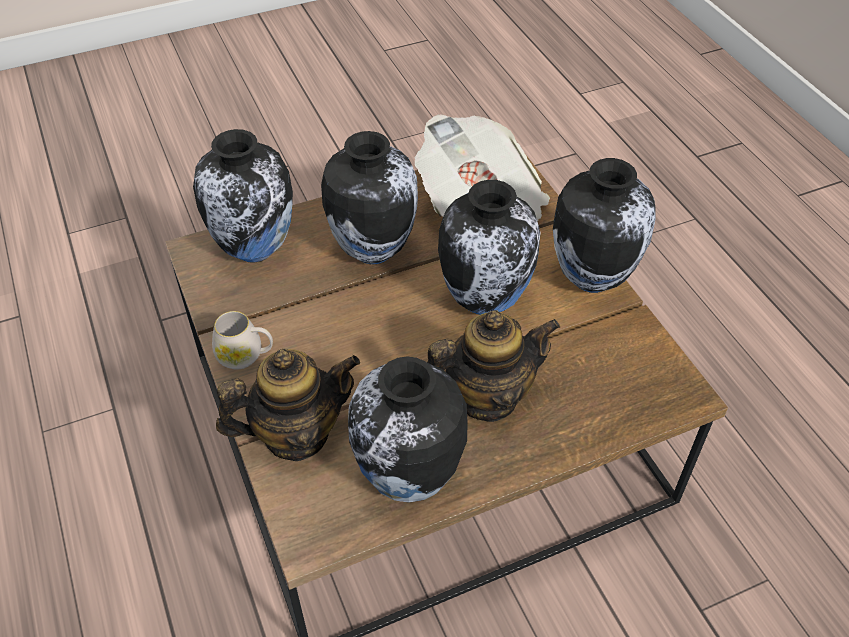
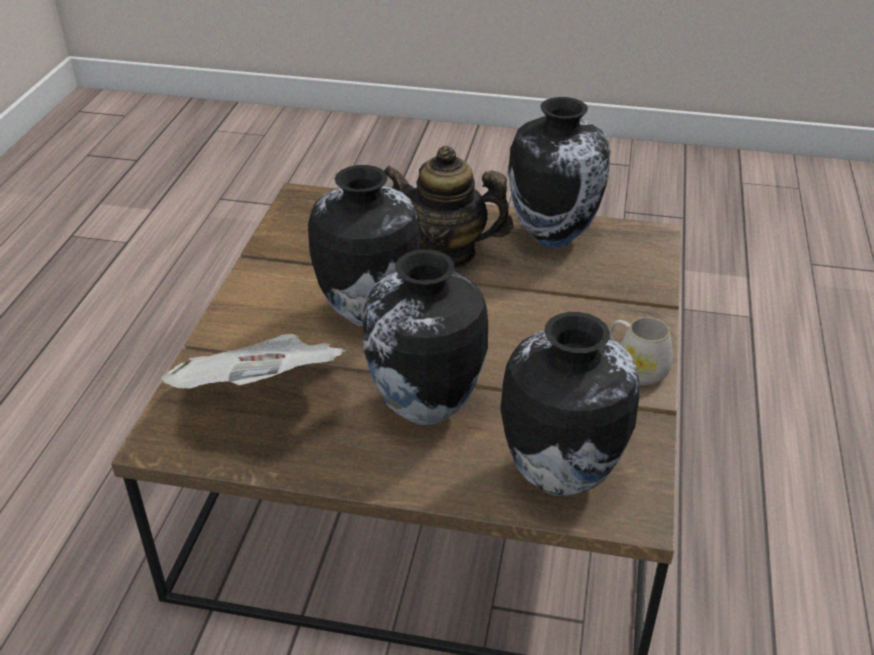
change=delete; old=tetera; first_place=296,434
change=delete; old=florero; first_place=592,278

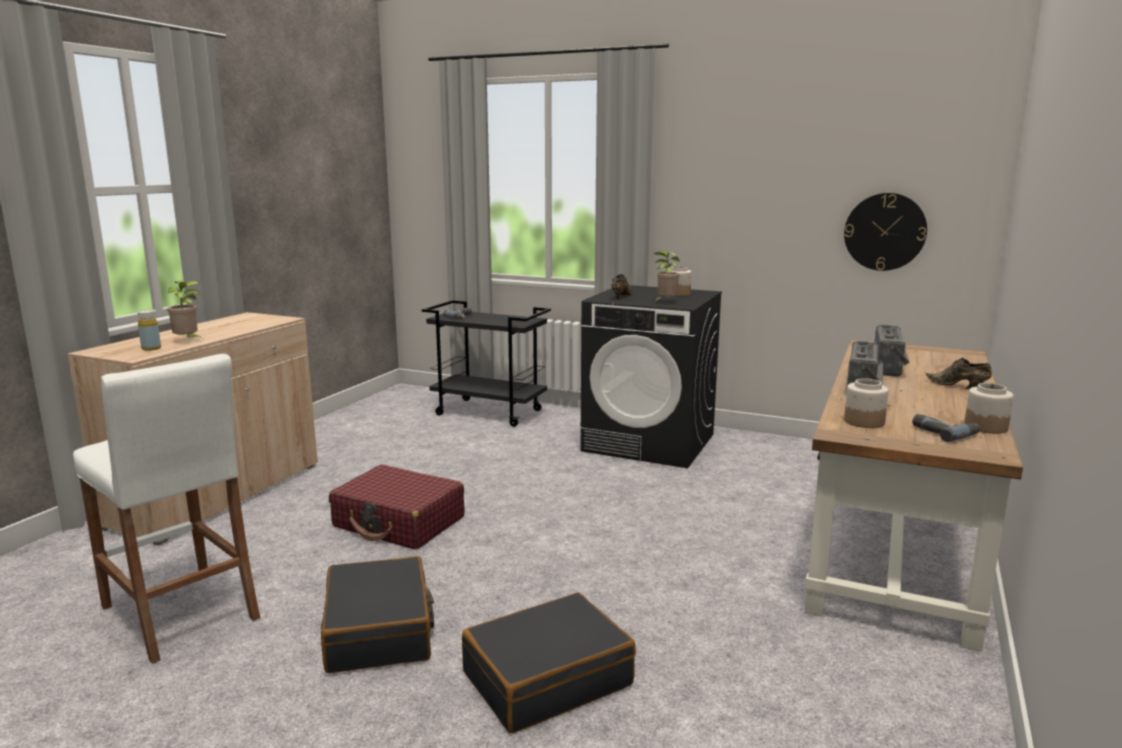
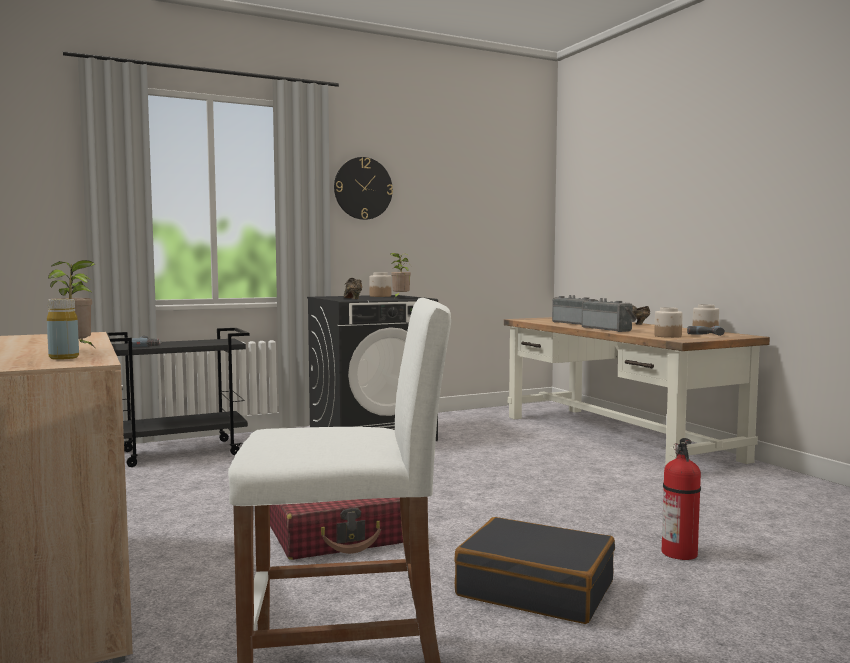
change=replace; old=maleta/negro; new=extintor; first_place=547,678; second_place=680,553
change=move; old=reloj de pared; first_place=884,232; second_place=363,188

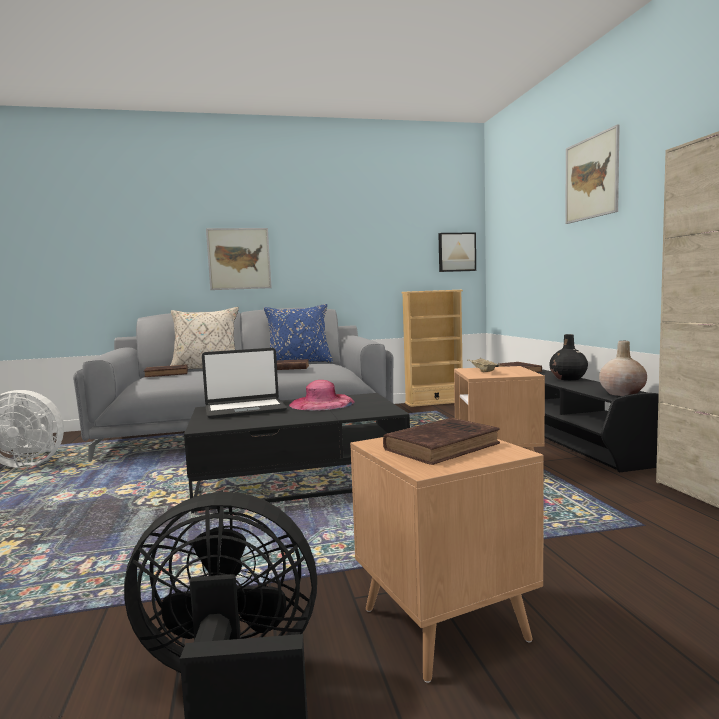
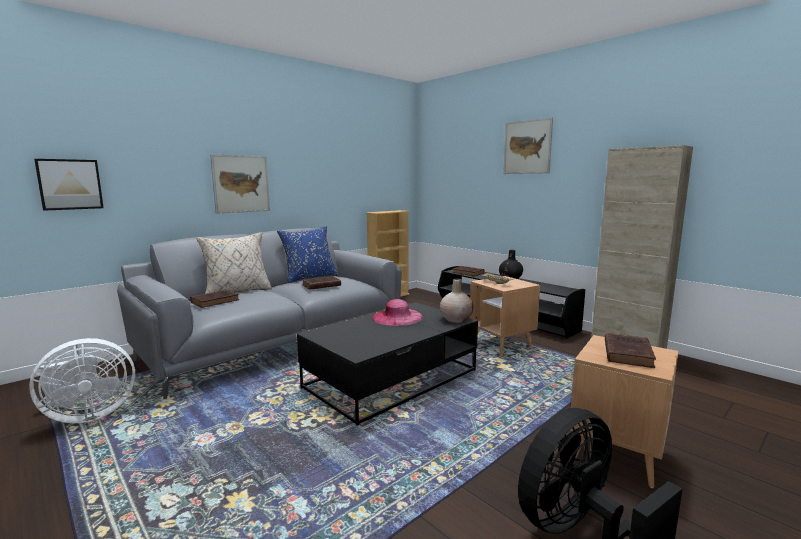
change=delete; old=portátil; first_place=245,409
change=move; old=cuadro; first_place=456,252; second_place=70,184
change=move; old=florero/beis; first_place=622,393; second_place=456,319

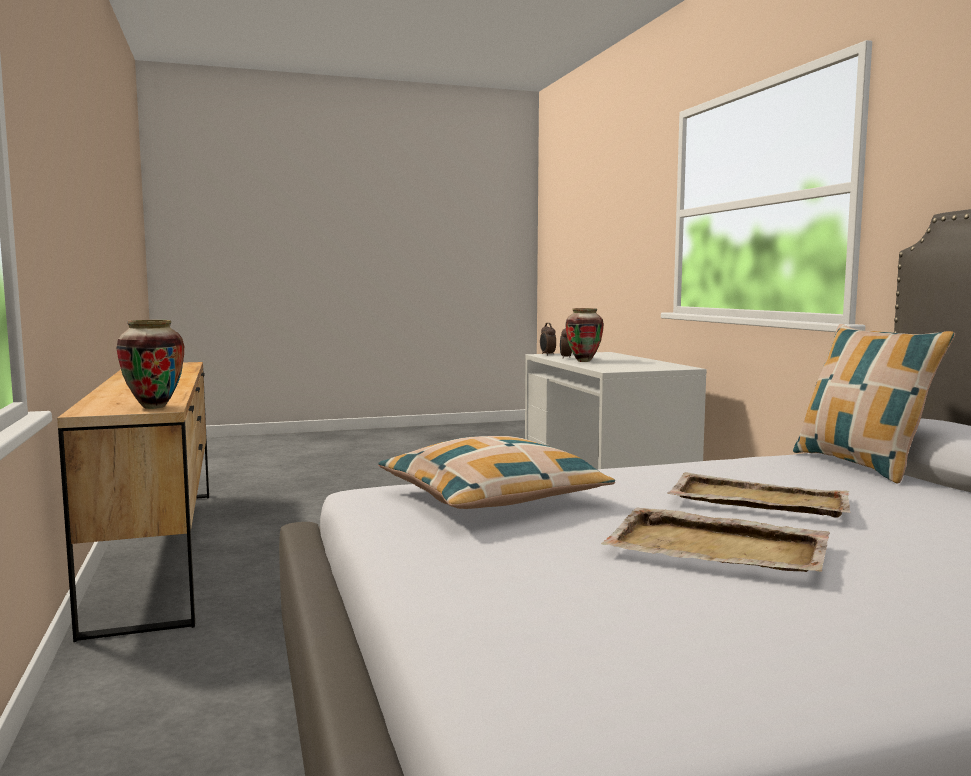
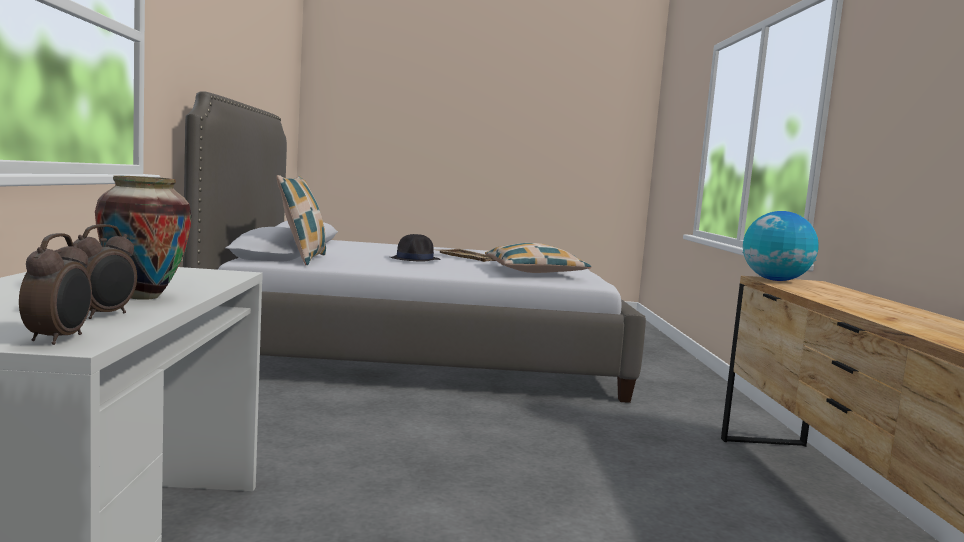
change=replace; old=florero; new=globo terráqueo; first_place=154,407; second_place=775,280
change=replace; old=bandeja/beis; new=sombrero/negro; first_place=757,500; second_place=415,259

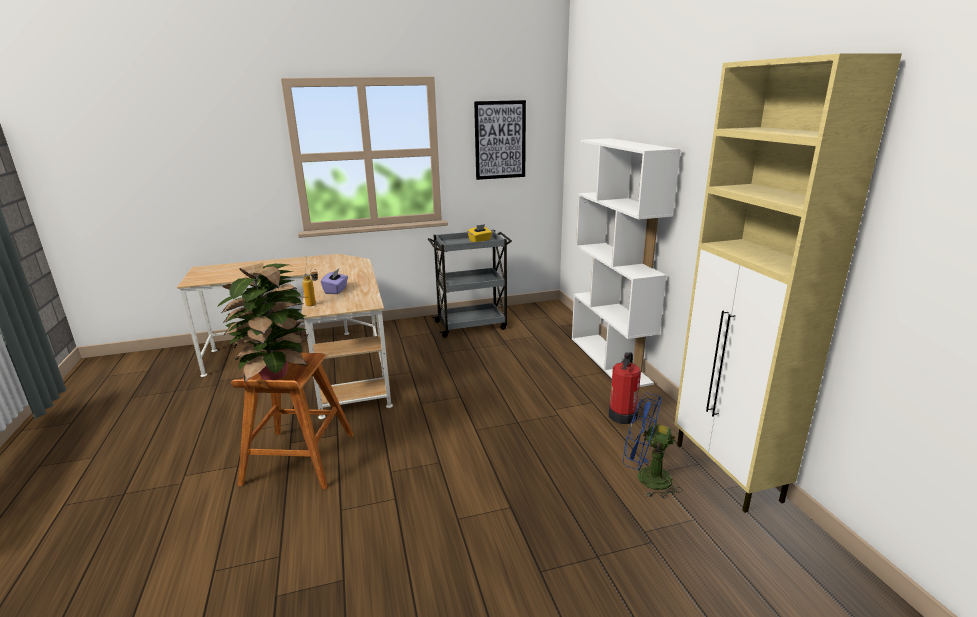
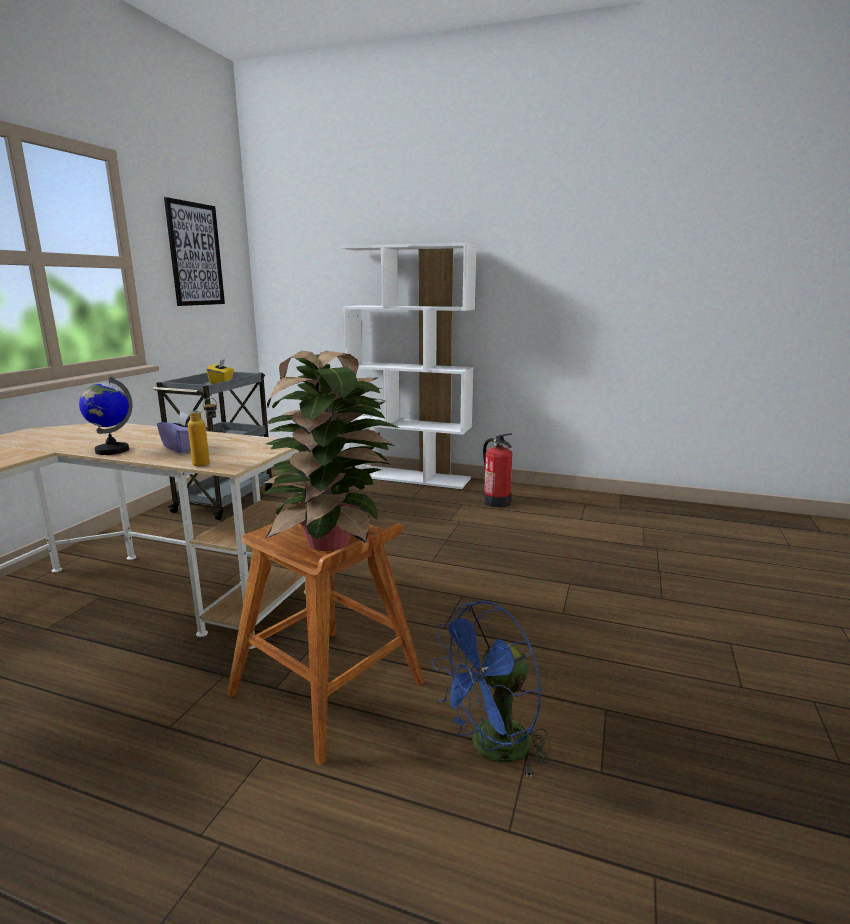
change=move; old=ventilador/azul; first_place=645,478; second_place=491,749
change=delete; old=armario/beis; first_place=727,473
change=insert; new=globo terráqueo; second_place=112,450

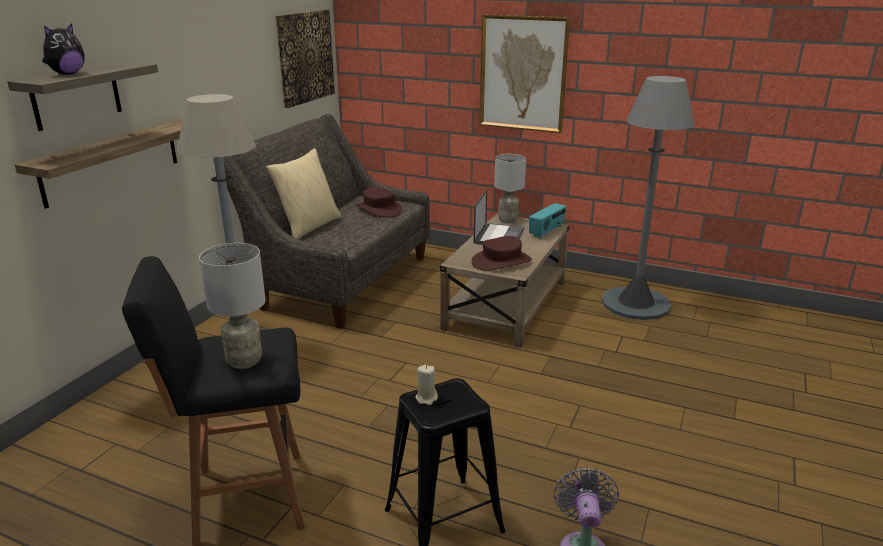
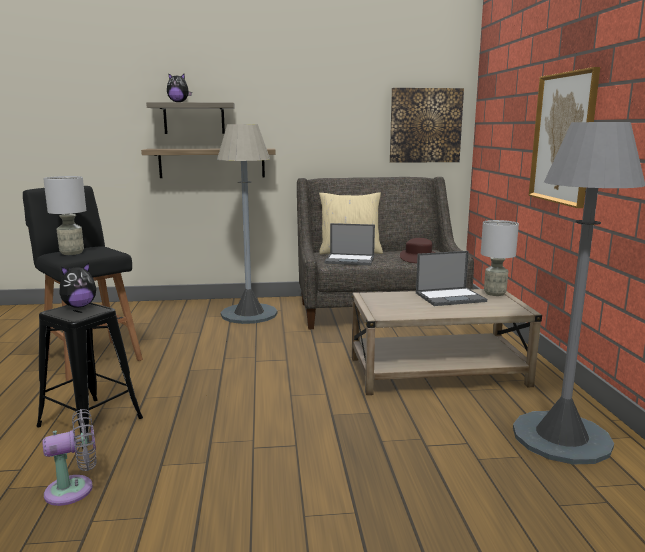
change=replace; old=vela/beis; new=peluche; first_place=426,398; second_place=79,306
change=delete; old=sombrero/marrón; first_place=501,261
change=delete; old=radio; first_place=547,231
change=insert; new=portátil; second_place=350,260

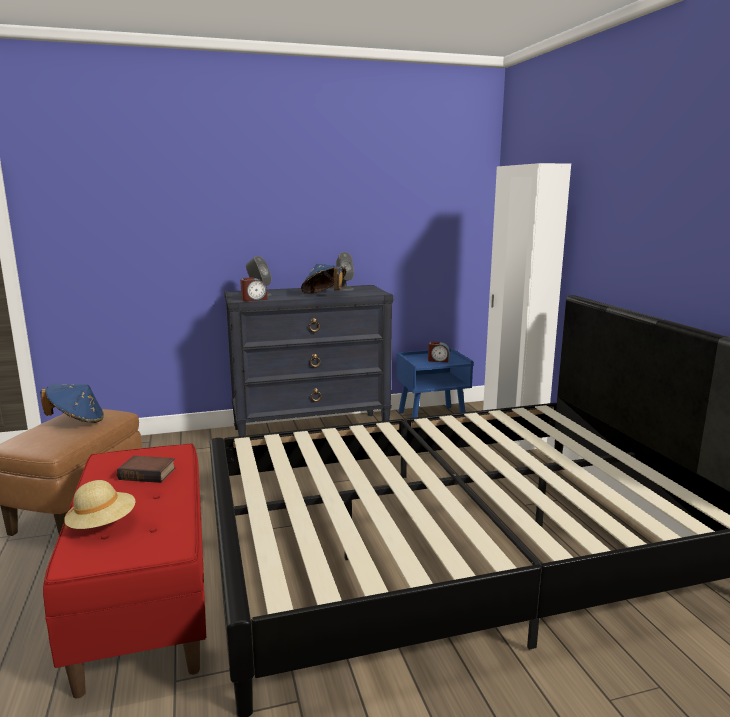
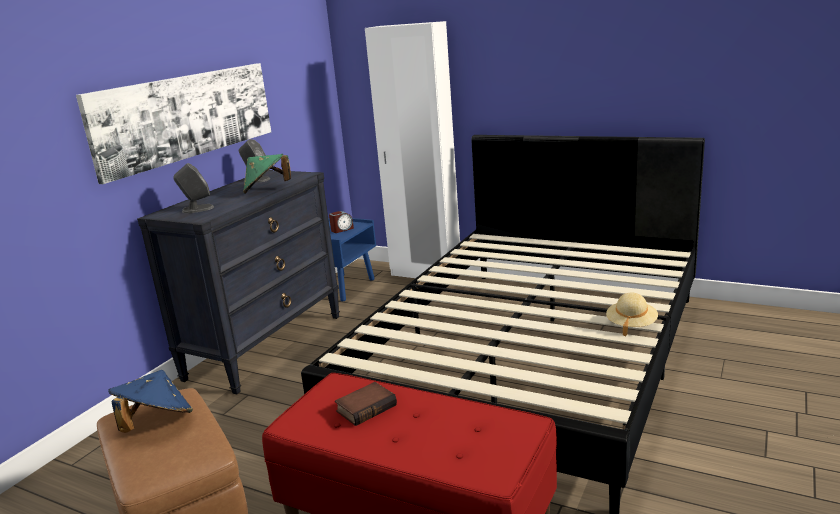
change=move; old=sombrero/beis; first_place=102,525; second_place=631,325
change=delete; old=despertador; first_place=254,299
change=recolor; old=sombrero/azul; new=sombrero/verde; first_place=324,295; second_place=266,190
change=insert; new=cuadro; second_place=186,116

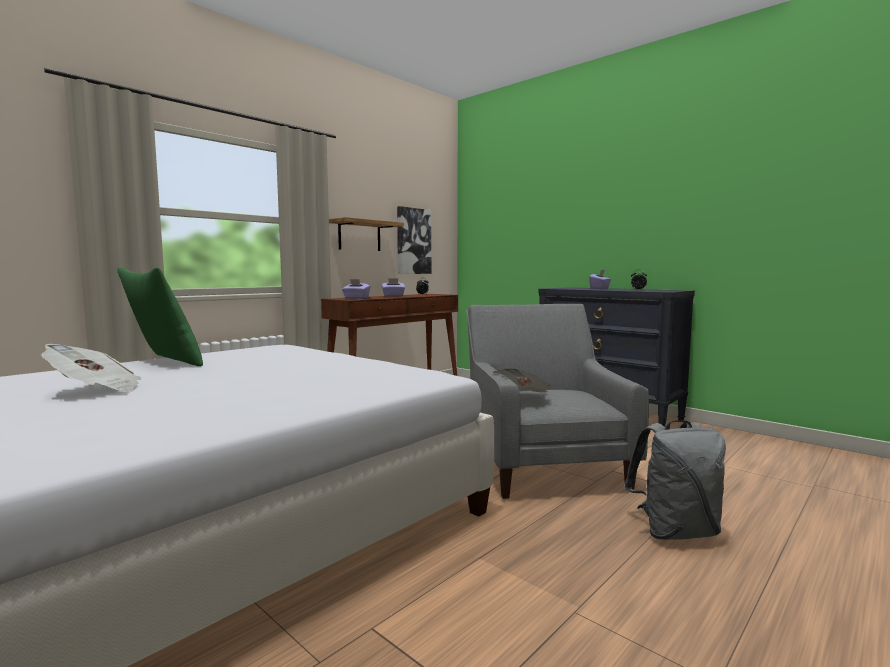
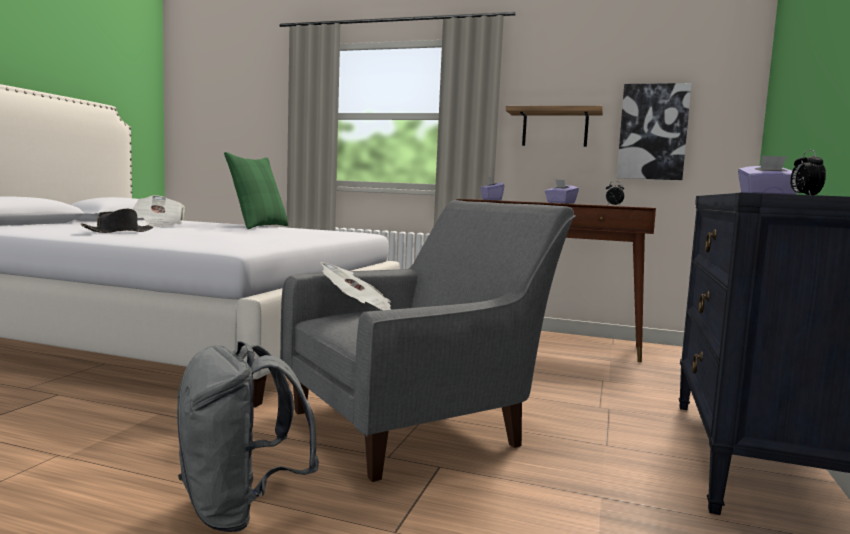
change=insert; new=sombrero/negro; second_place=119,232

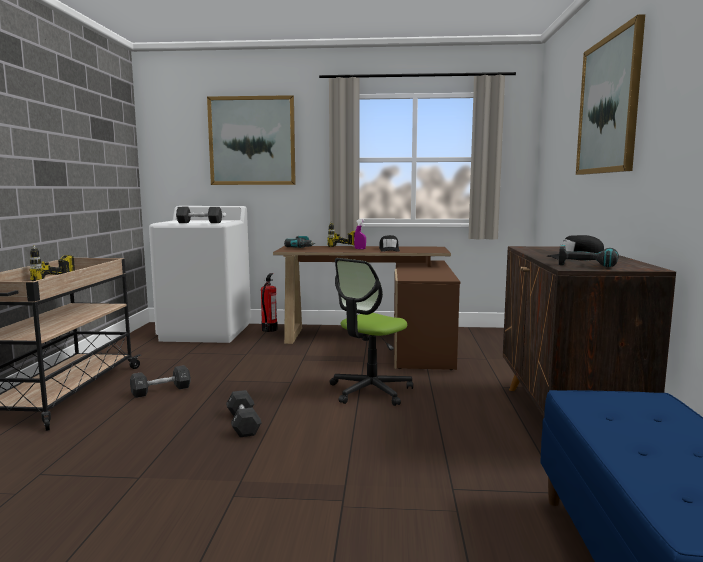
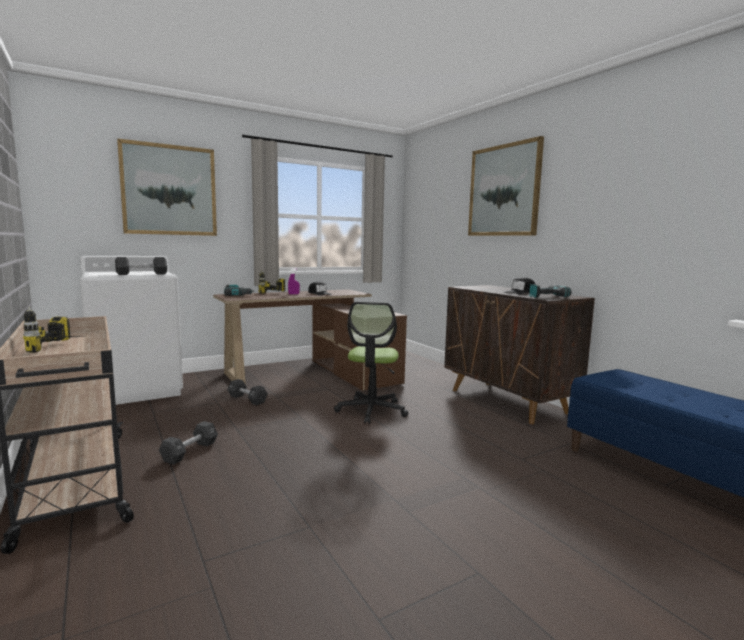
change=move; old=mancuerna/negro; first_place=243,424; second_place=247,399
change=delete; old=extintor; first_place=269,329

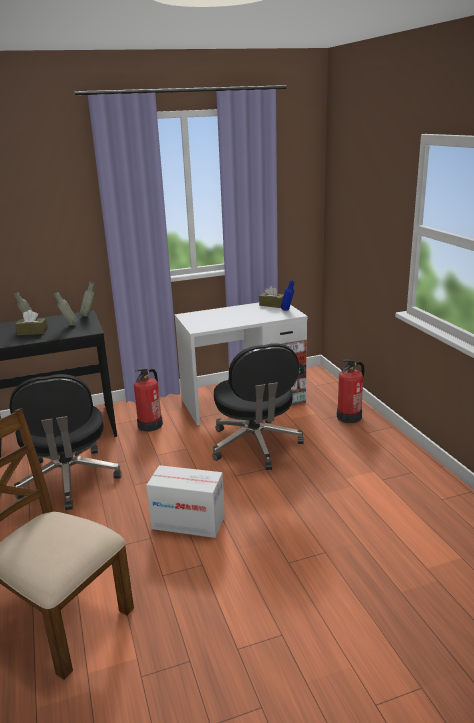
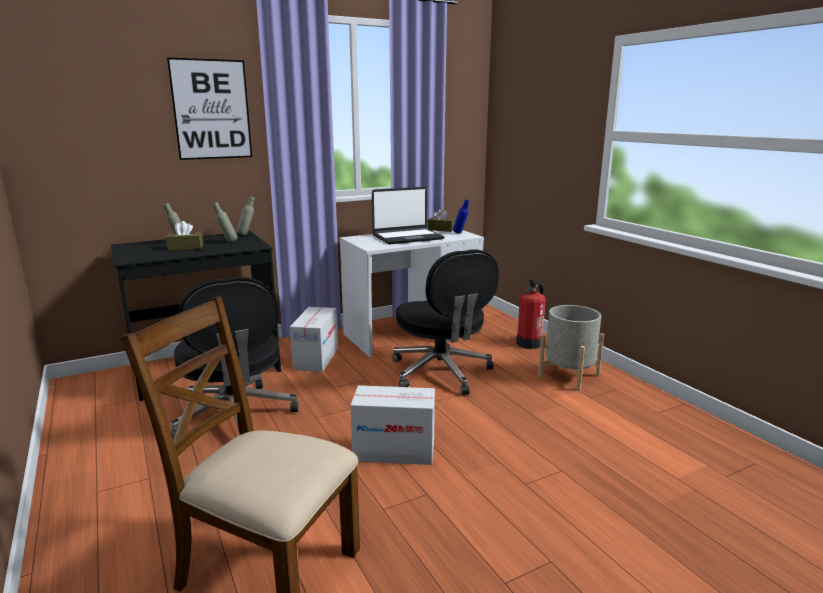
change=replace; old=extintor; new=caja de cartón; first_place=150,424; second_place=316,359
change=insert; new=cuadro; second_place=211,110
change=insert; new=portátil; second_place=407,237
change=insert; new=maceta/gris; second_place=568,376

